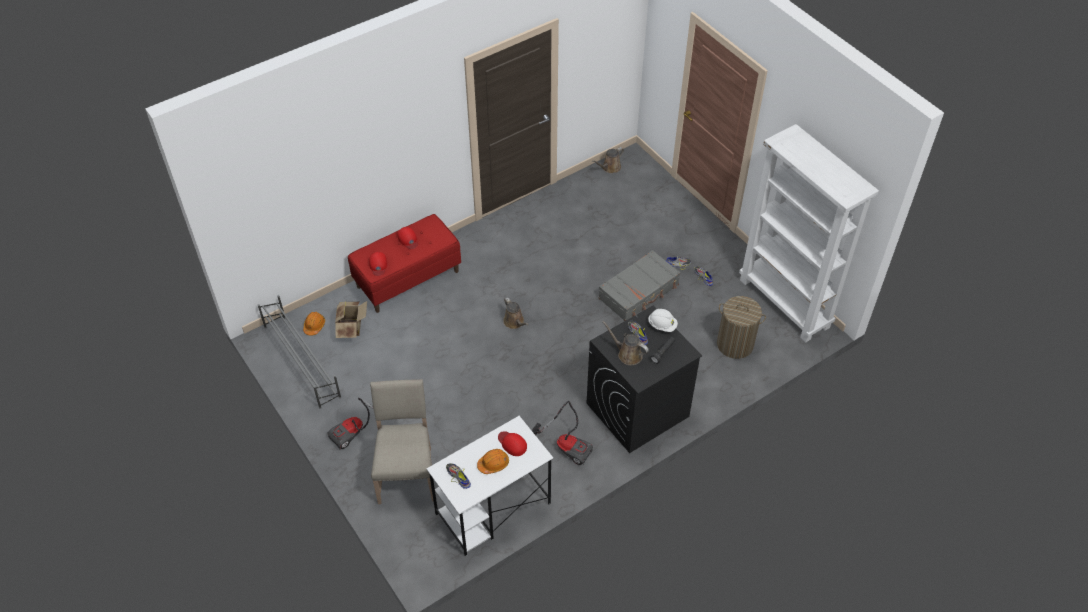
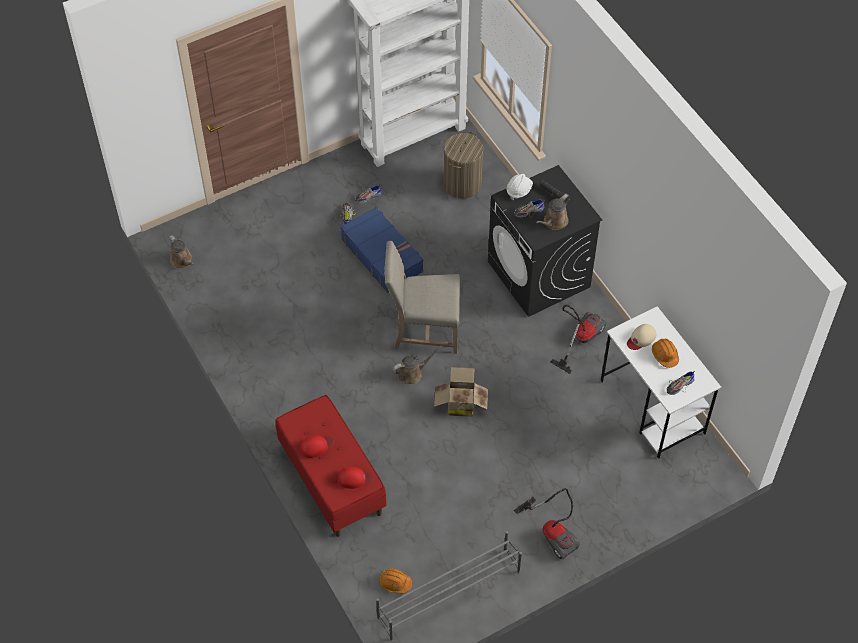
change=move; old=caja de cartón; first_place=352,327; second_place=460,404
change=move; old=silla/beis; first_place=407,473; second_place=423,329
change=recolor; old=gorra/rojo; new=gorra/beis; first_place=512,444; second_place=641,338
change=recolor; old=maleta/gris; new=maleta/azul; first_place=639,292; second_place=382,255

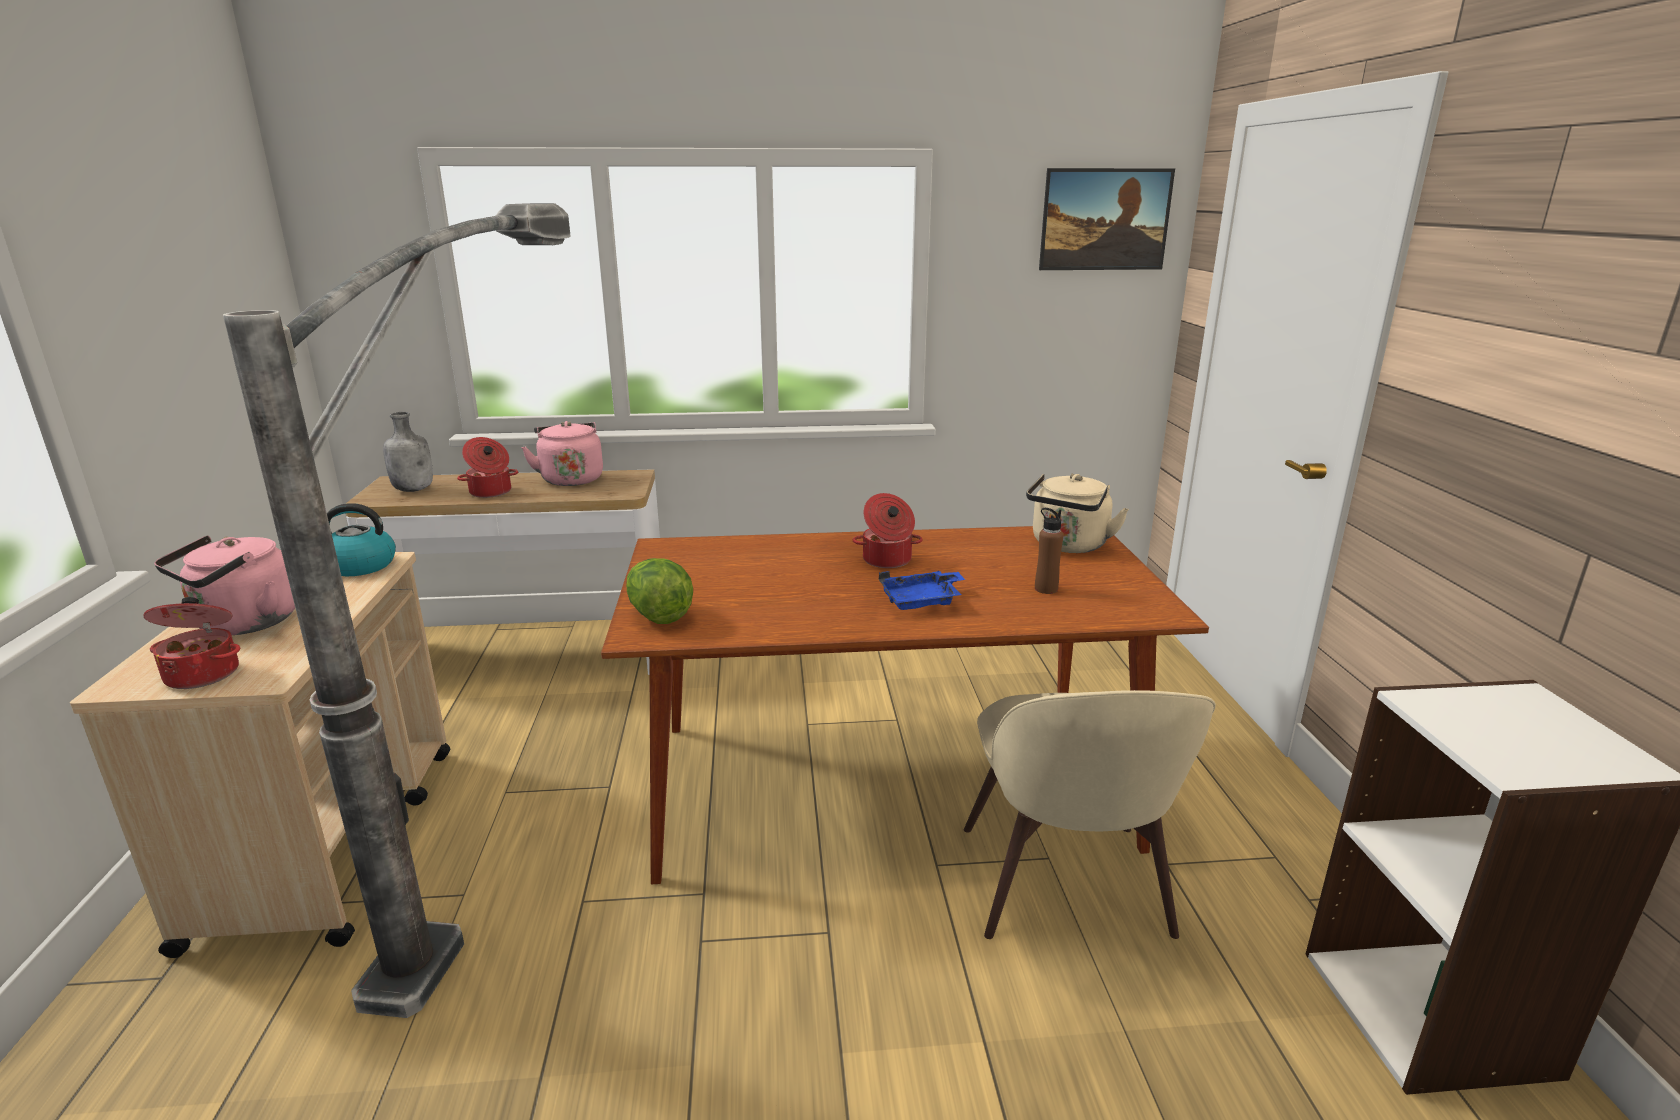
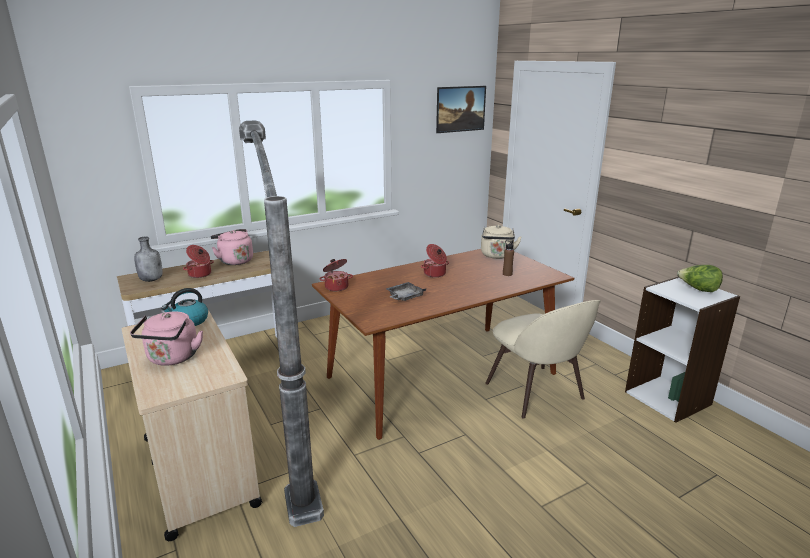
change=move; old=olla; first_place=204,673; second_place=336,287
change=move; old=lechuga; first_place=659,615; second_place=698,289
change=delete; old=bandeja/azul; first_place=922,601
change=insert; new=bandeja/gris; second_place=404,297

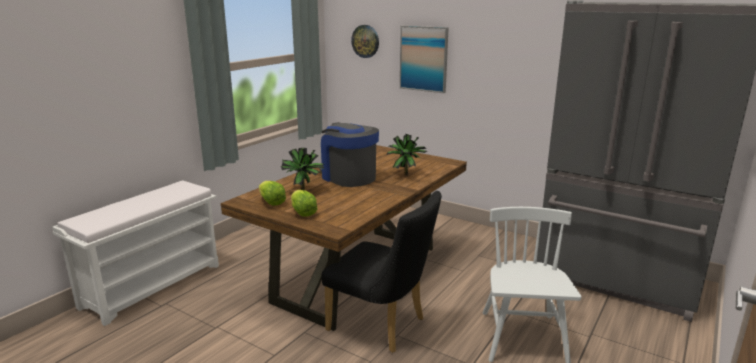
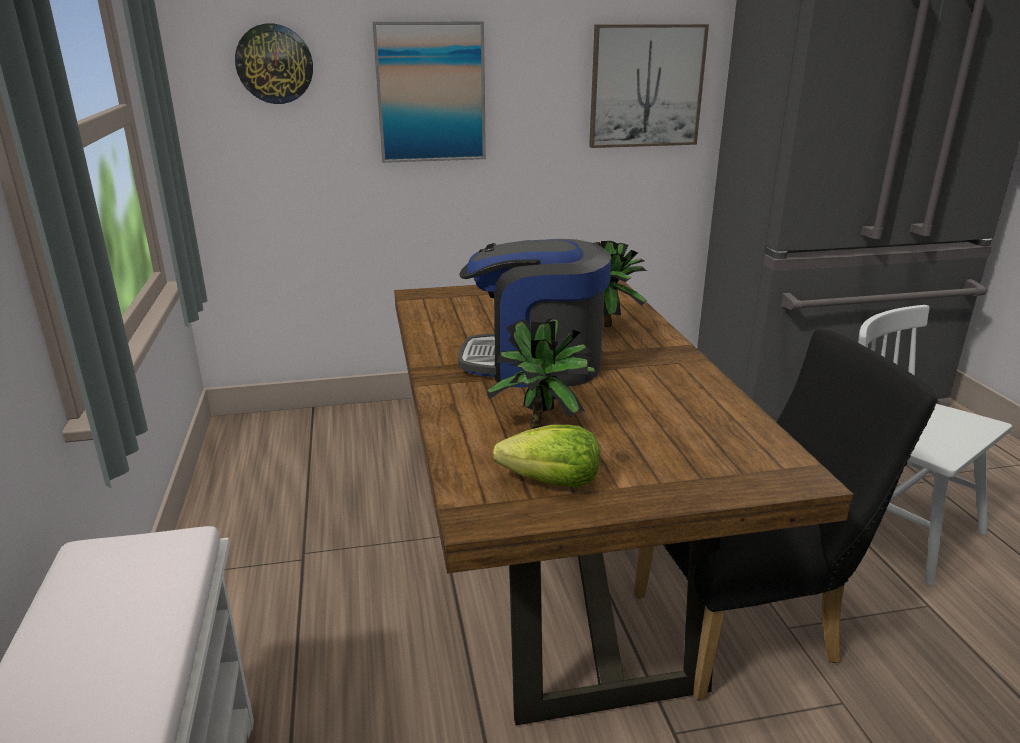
change=delete; old=lechuga; first_place=303,213
change=insert; new=cuadro; second_place=646,86

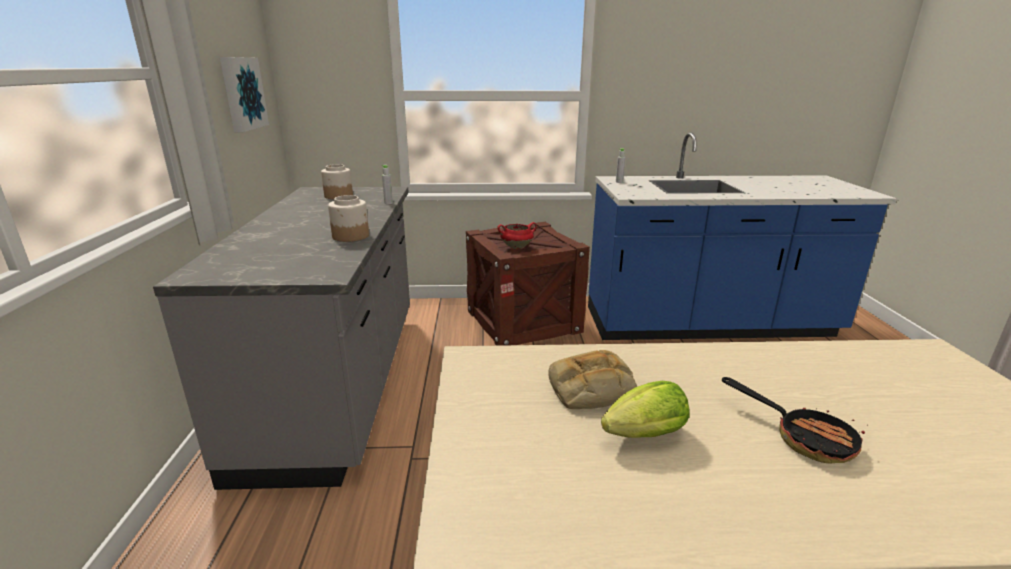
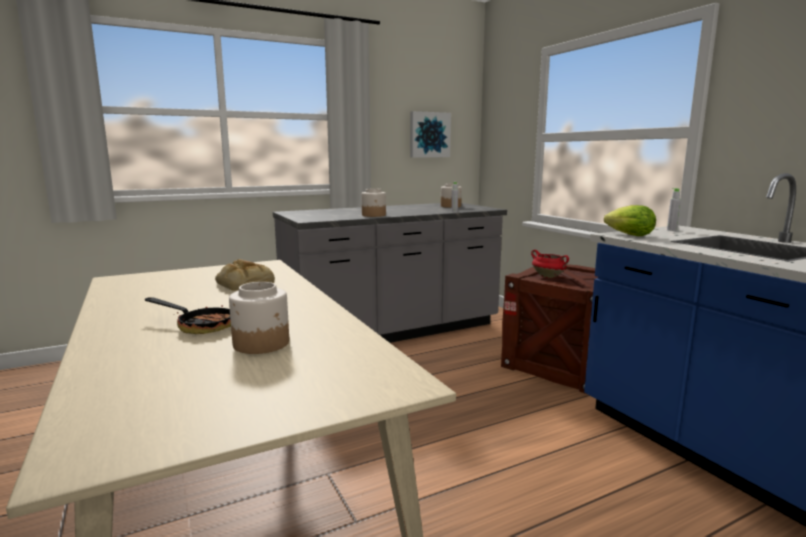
change=move; old=lechuga; first_place=640,436; second_place=627,235
change=rotate; old=sartén; first_place=803,437; second_place=200,326; degrees=-90
change=insert; new=tarro; second_place=262,343

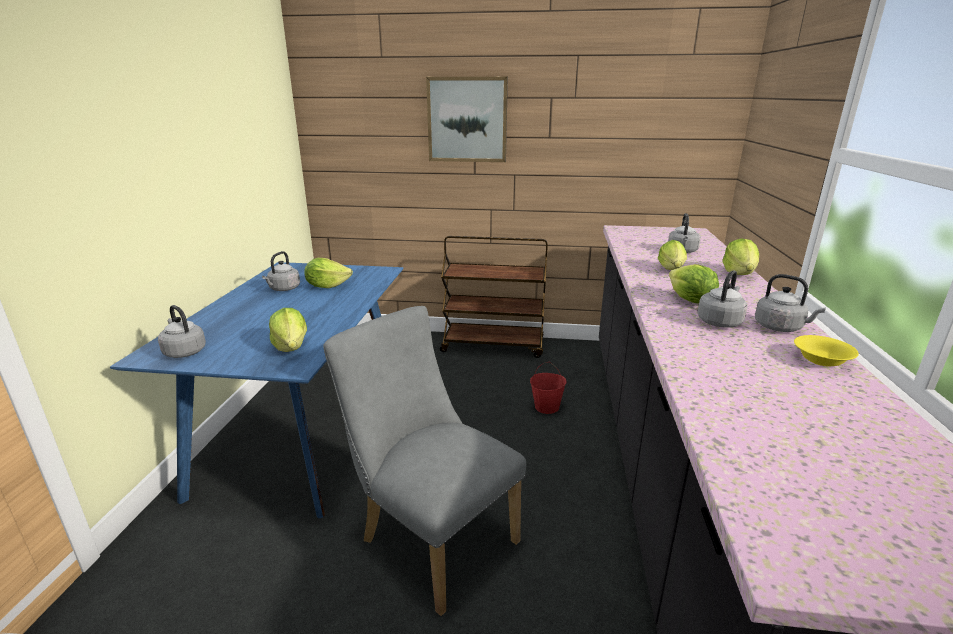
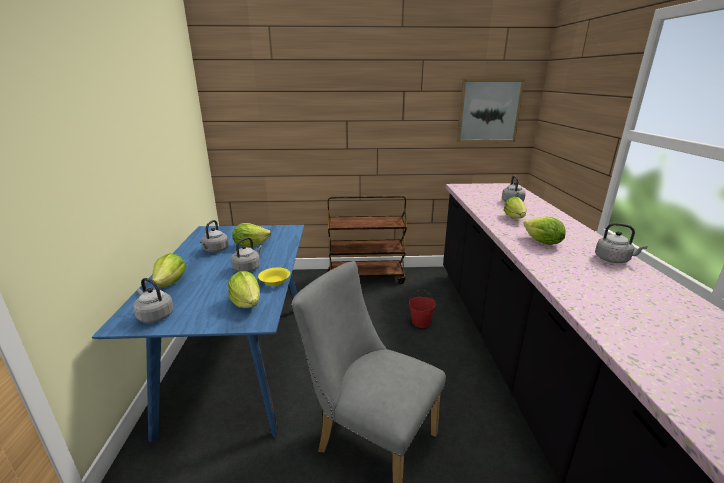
change=move; old=cuadro; first_place=467,120; second_place=488,111
change=move; old=hervidor/gris; first_place=720,322; second_place=248,268
change=move; old=lechuga; first_place=739,273; second_place=171,283
change=move; old=cuenco/amarillo; first_place=822,360; second_place=275,282

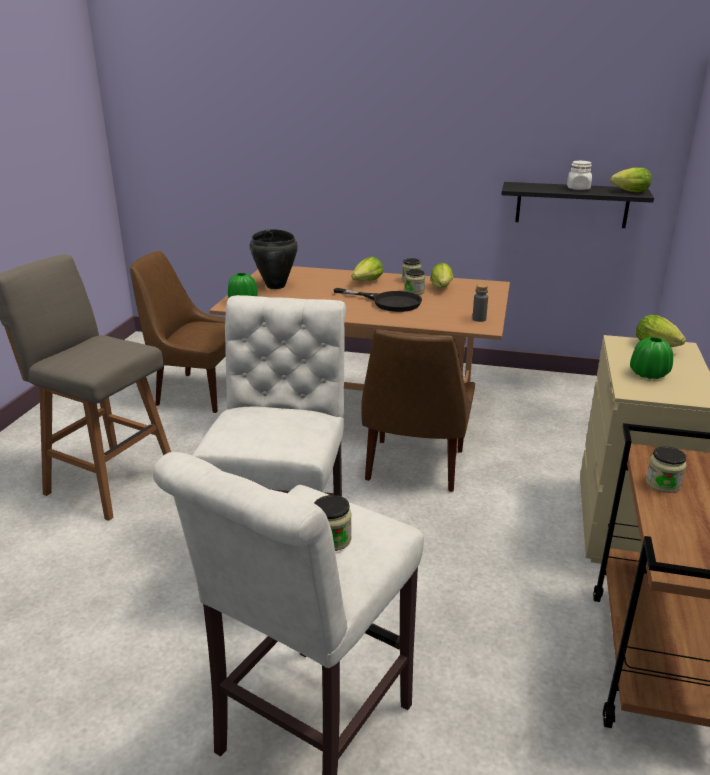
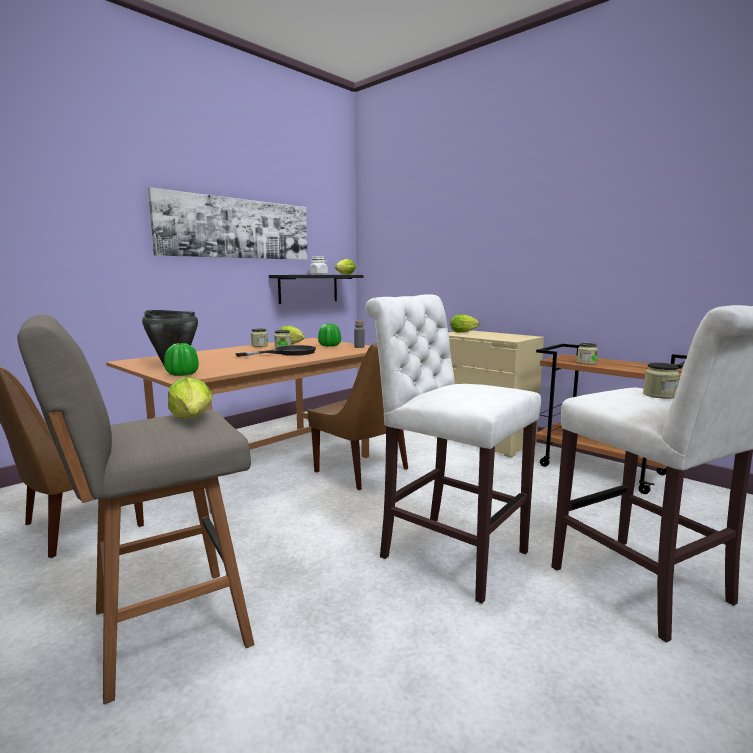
change=move; old=lechuga; first_place=367,282; second_place=193,418
change=move; old=florero/verde; first_place=648,374; second_place=329,345
change=insert; new=cuadro; second_place=236,228

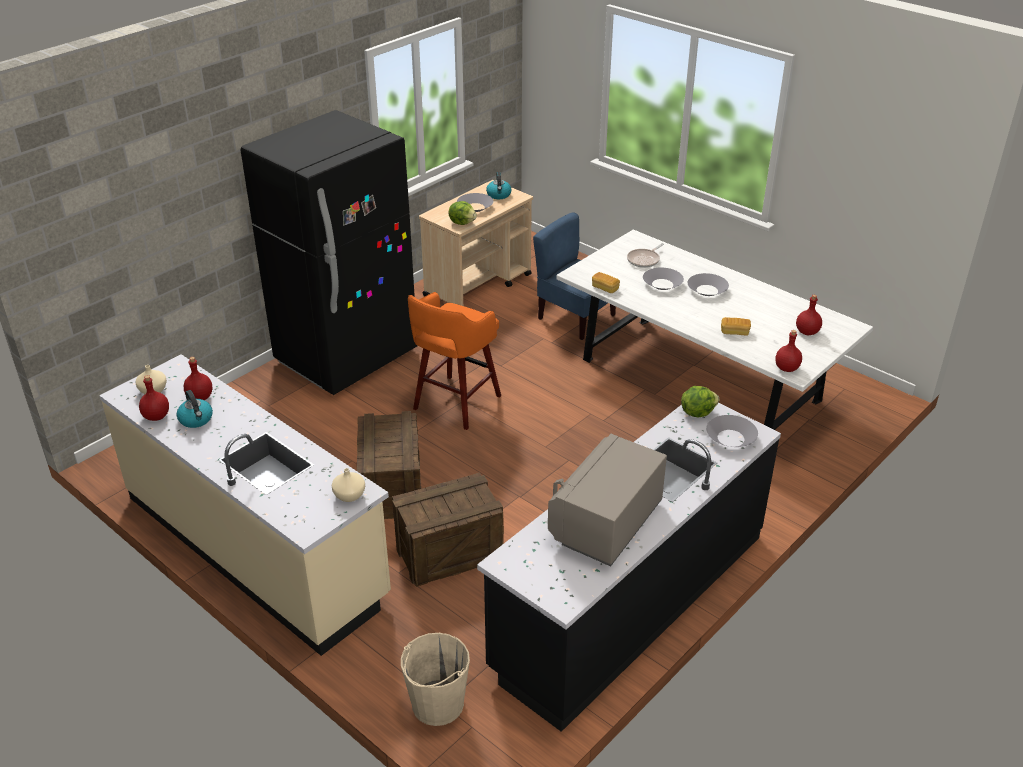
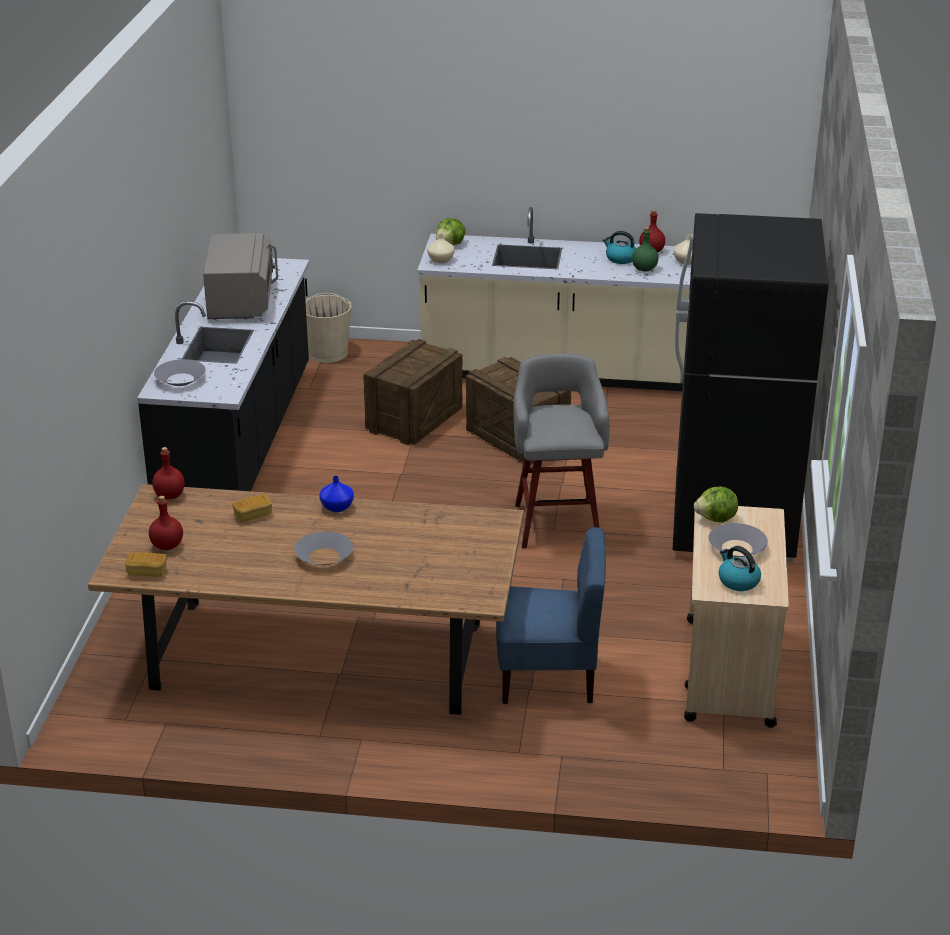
change=recolor; old=botella/rojo; new=botella/verde; first_place=200,397; second_place=644,269
change=recolor; old=taburete/naranja; new=taburete/gris; first_place=455,404; second_place=557,522
change=recolor; old=mesa de comedor/blanco; new=mesa de comedor/marrón; first_place=699,379; second_place=319,656
change=move; old=pan; first_place=605,288; second_place=147,572
change=delete; old=sartén; first_place=644,260
change=delete; old=cuenco/gris; first_place=662,284
change=move; old=lechuga; first_place=697,412; second_place=450,244
change=insert; new=florero/azul; second_place=337,507

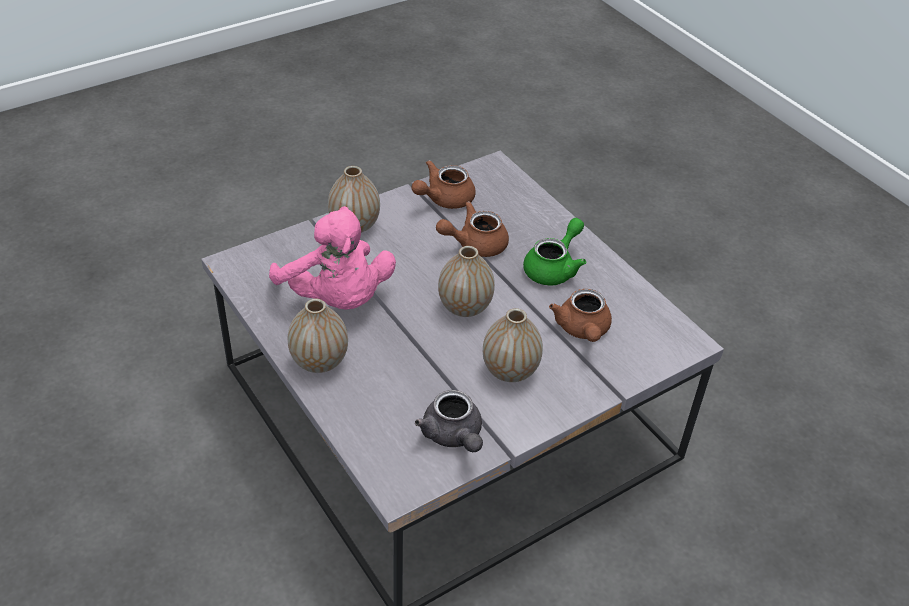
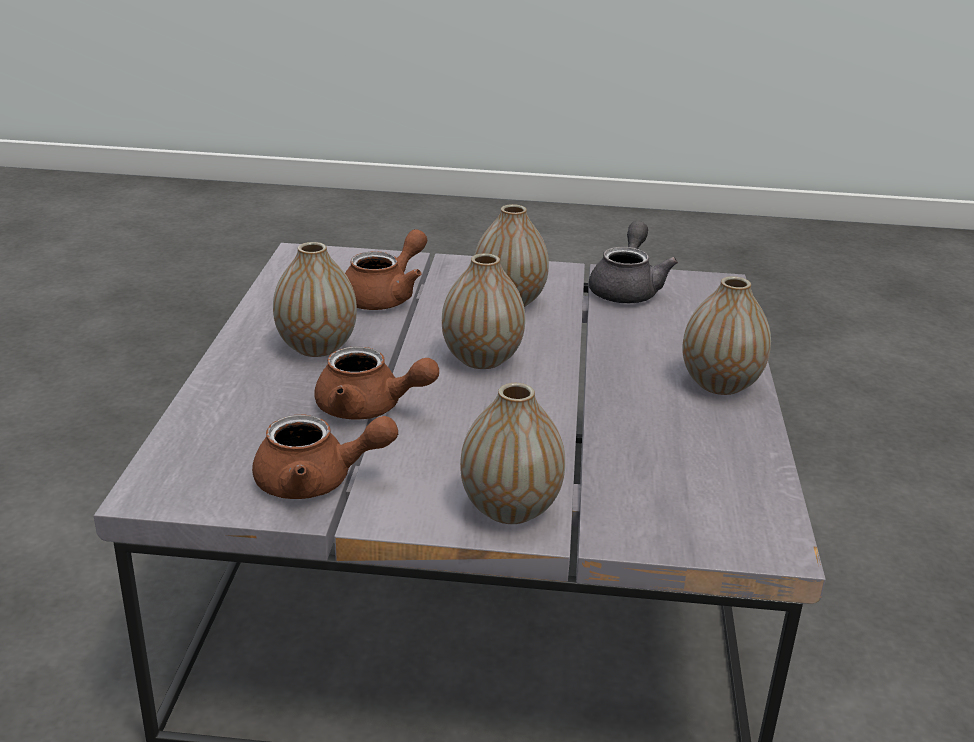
change=delete; old=peluche/rosa; first_place=337,299
change=replace; old=tetera/verde; new=florero; first_place=554,268; second_place=316,347

